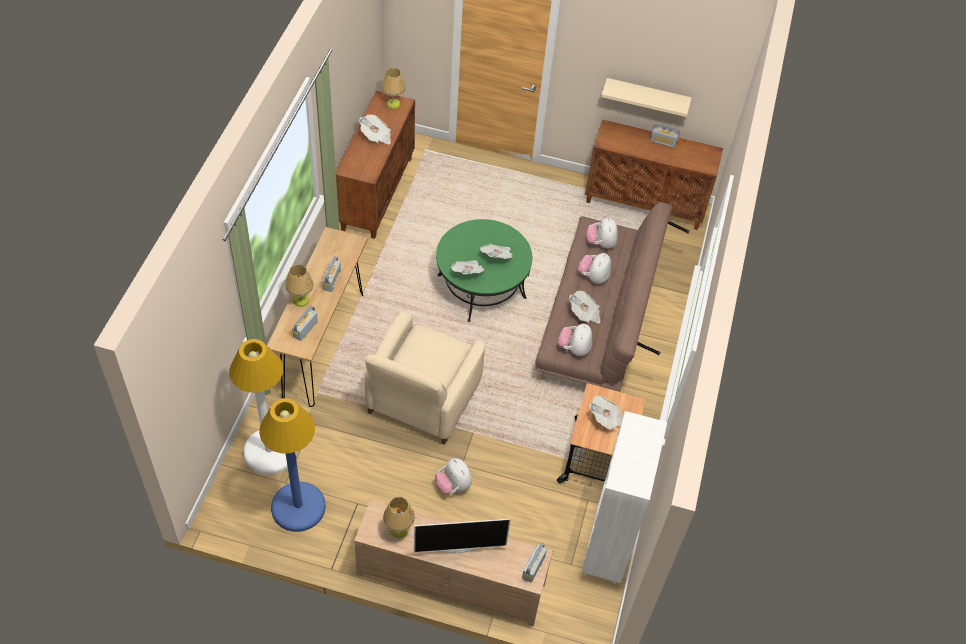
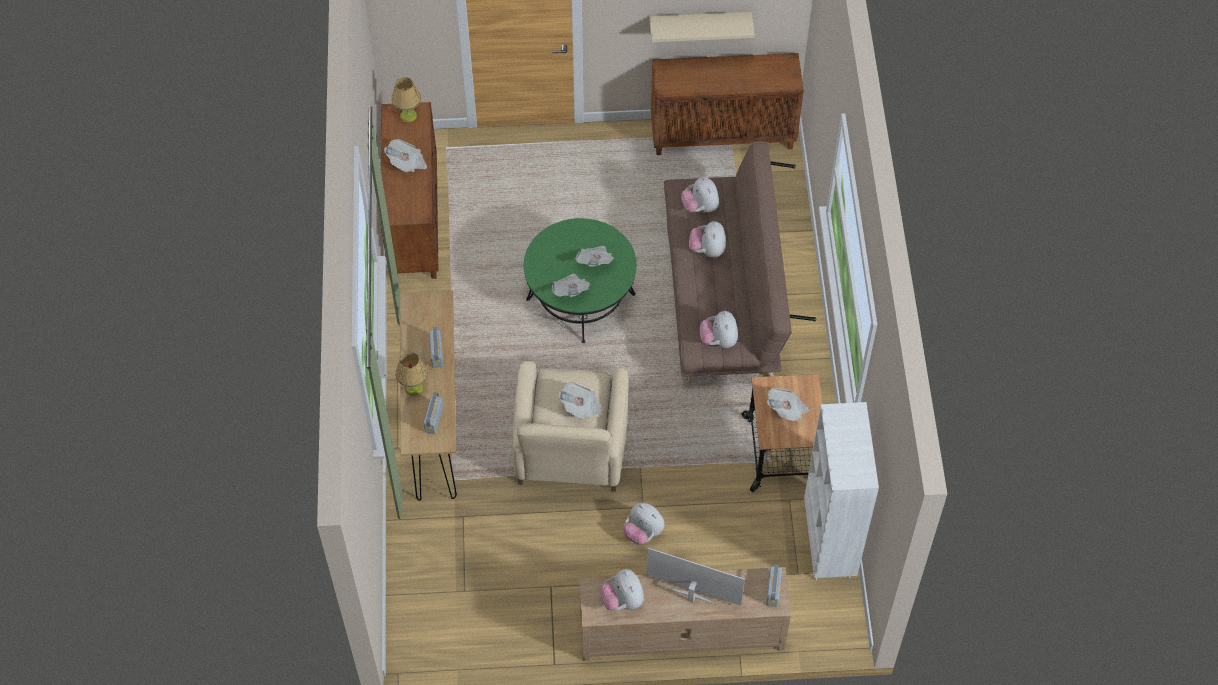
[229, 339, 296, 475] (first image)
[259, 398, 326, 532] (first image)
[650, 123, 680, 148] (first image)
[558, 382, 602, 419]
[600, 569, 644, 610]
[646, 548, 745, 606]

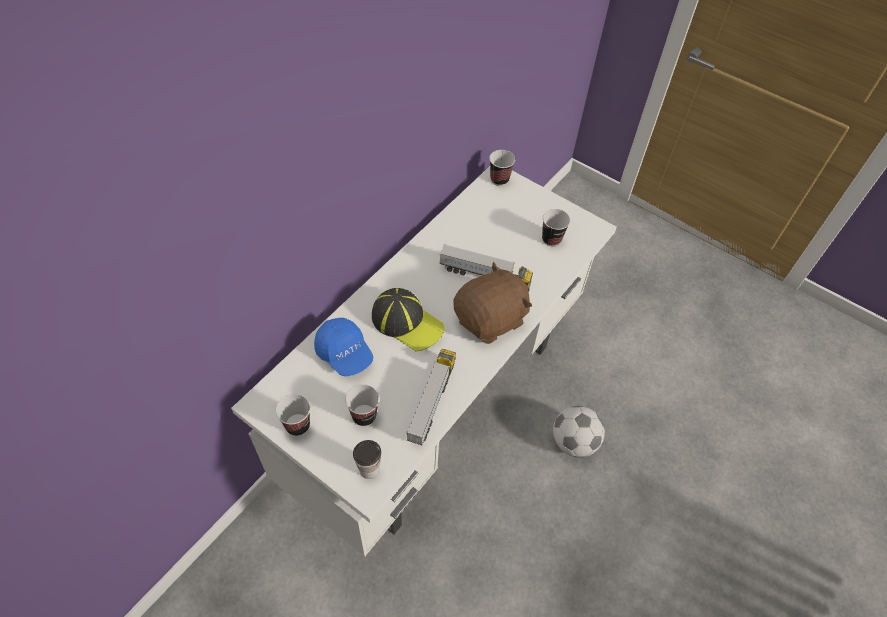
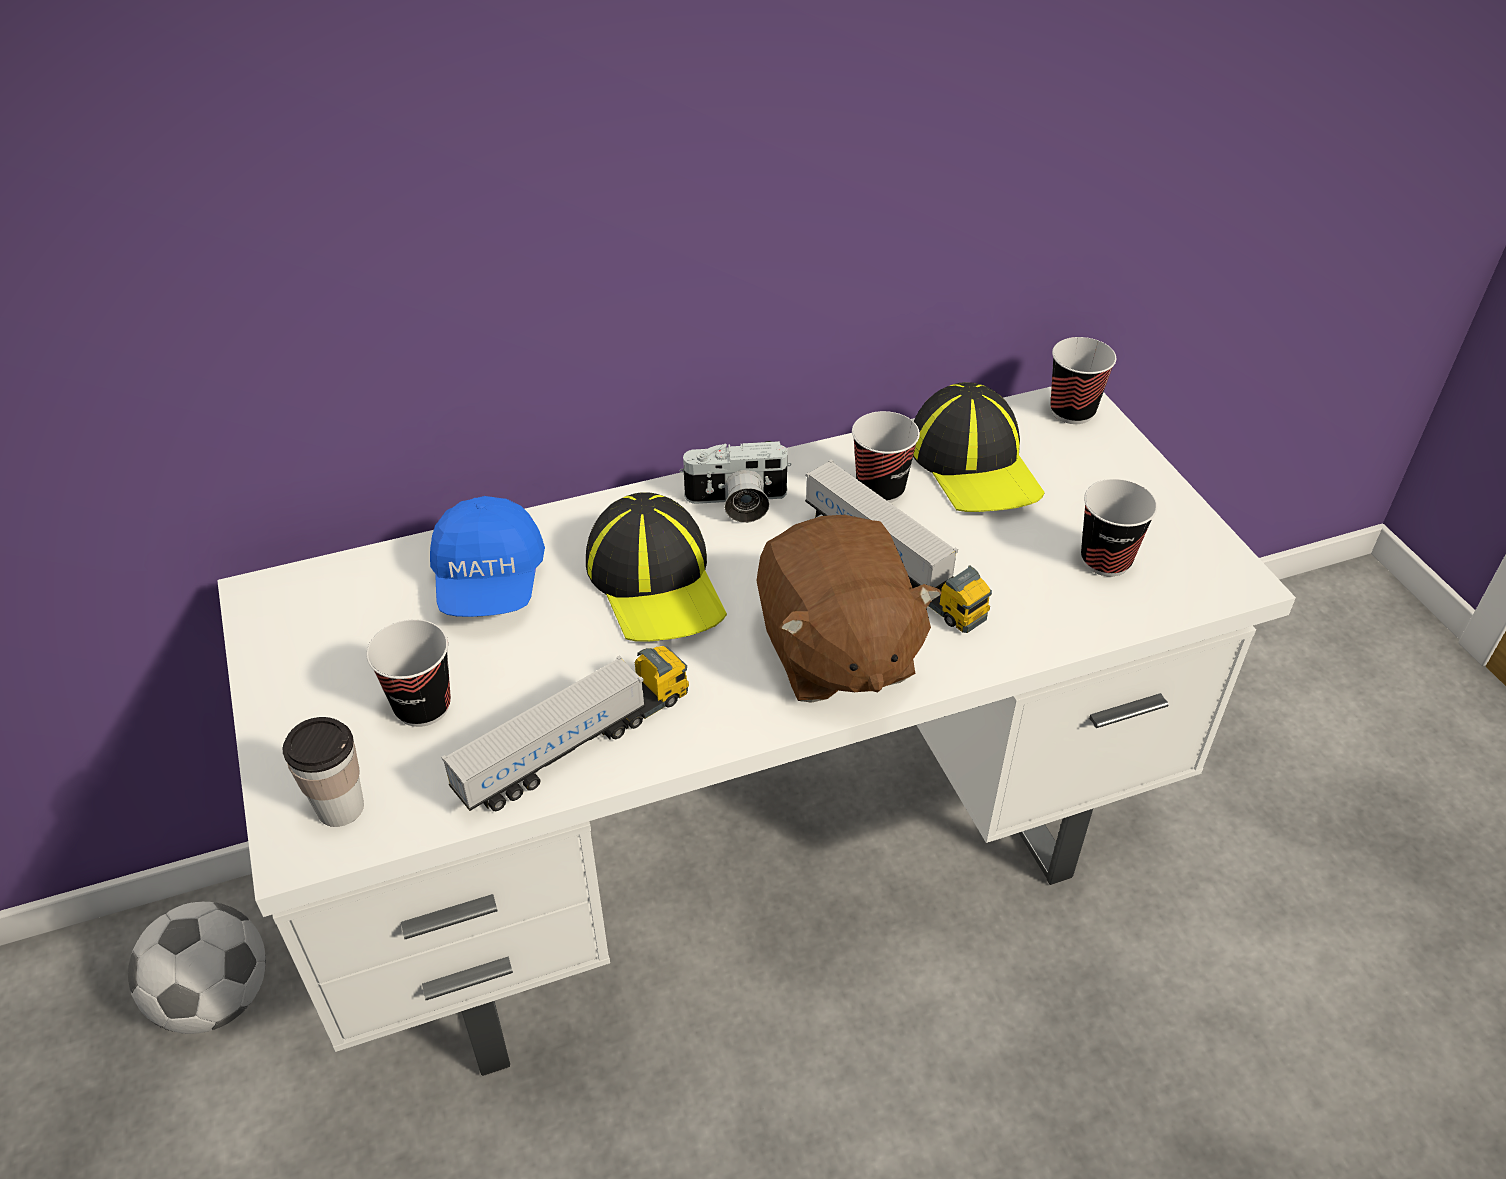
[679, 441, 791, 523]
[913, 382, 1045, 512]
[852, 411, 920, 503]
[128, 902, 266, 1034]
[757, 515, 942, 703]

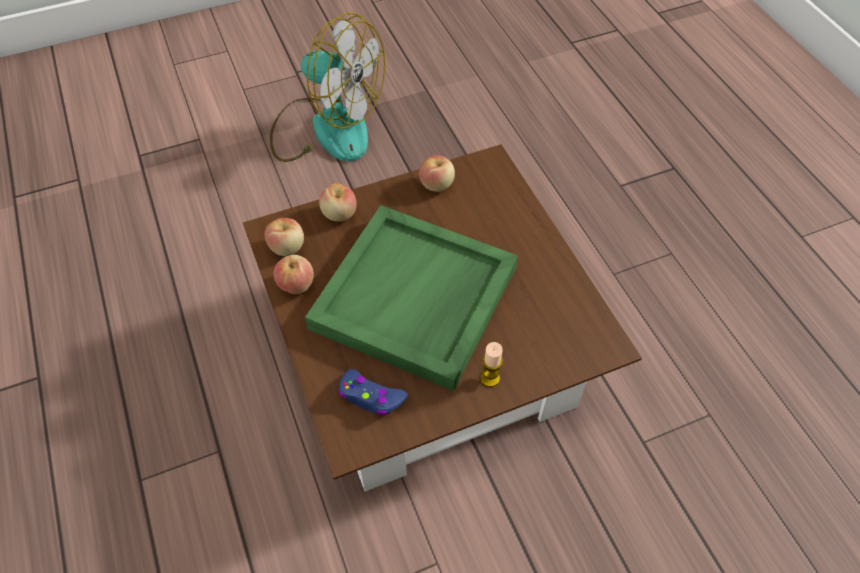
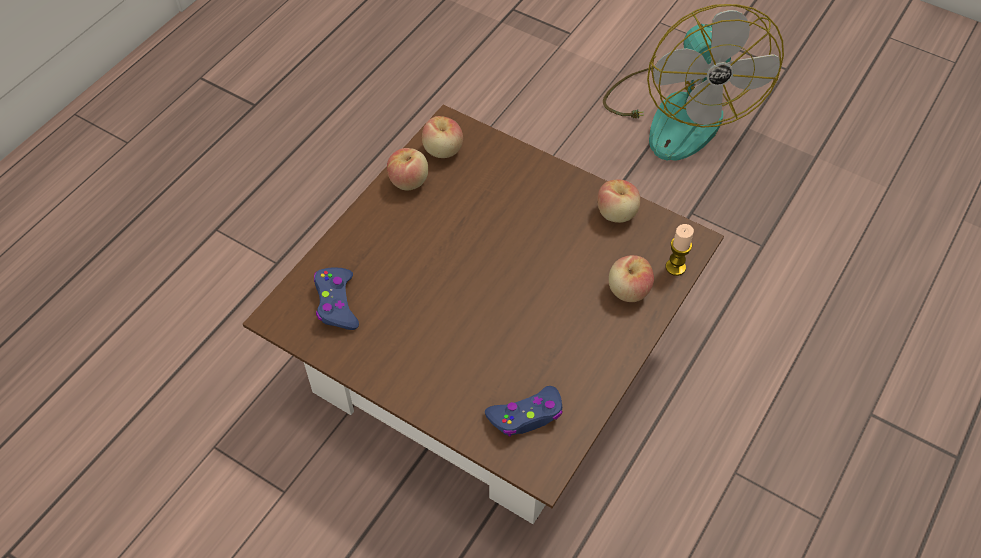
[305, 205, 518, 391] (first image)
[485, 386, 563, 437]
[609, 255, 654, 302]
[666, 224, 694, 276]

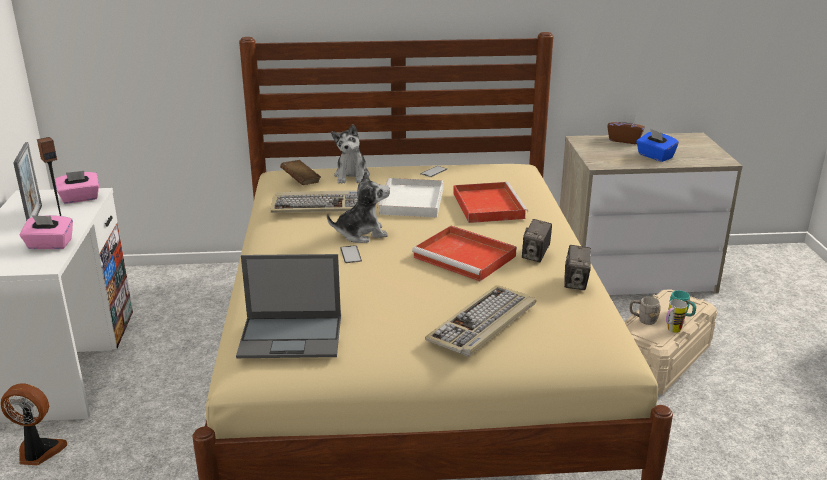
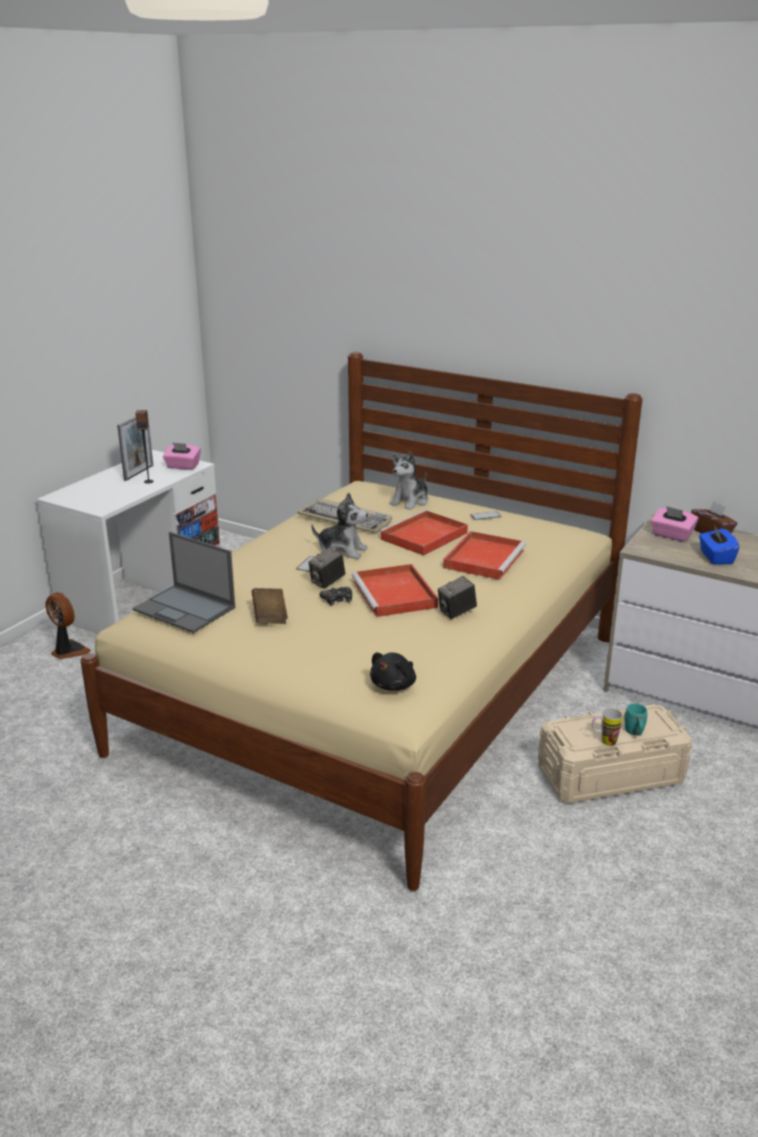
[425, 285, 536, 357] (first image)
[629, 297, 661, 325] (first image)
[319, 587, 352, 606]
[370, 652, 416, 691]
[651, 506, 698, 542]
[252, 588, 288, 624]
[308, 547, 345, 589]
[379, 510, 468, 556]

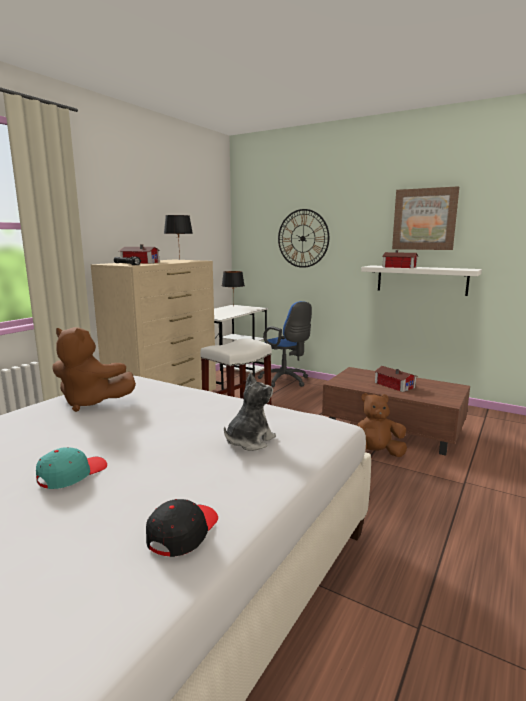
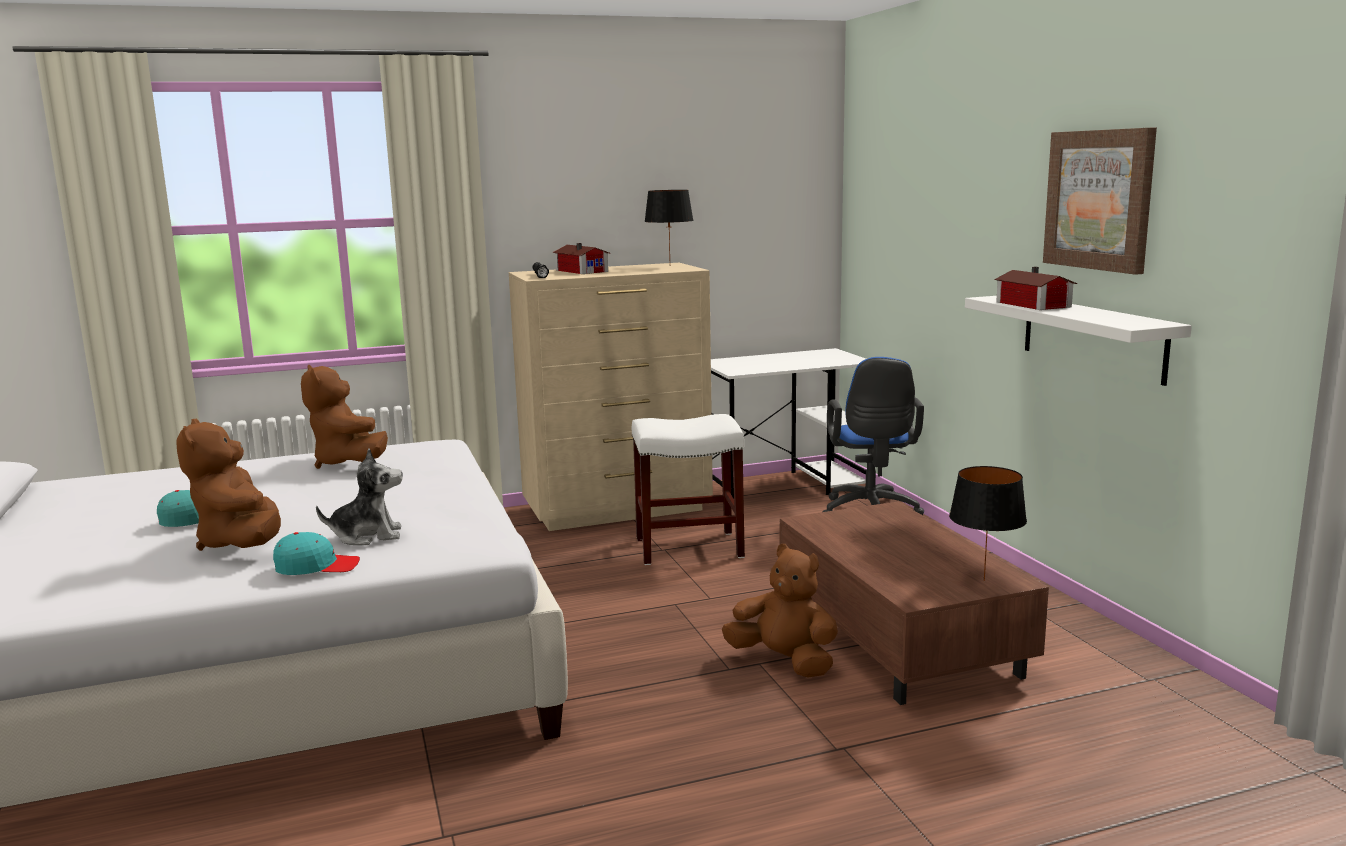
[146, 499, 218, 557] (first image)
[278, 209, 329, 268] (first image)
[374, 366, 418, 392] (first image)
[177, 419, 281, 551]
[273, 532, 360, 575]
[949, 466, 1027, 581]

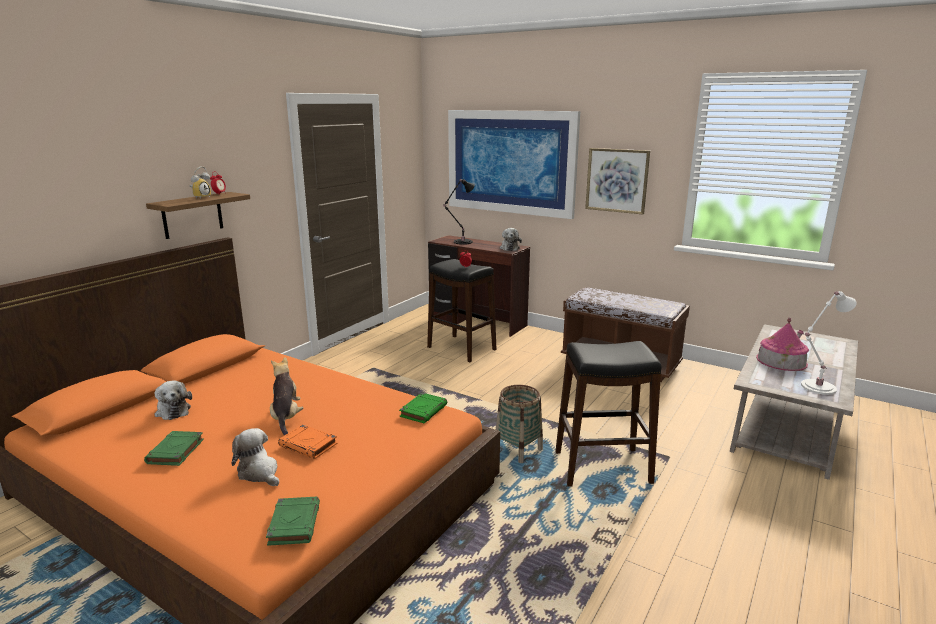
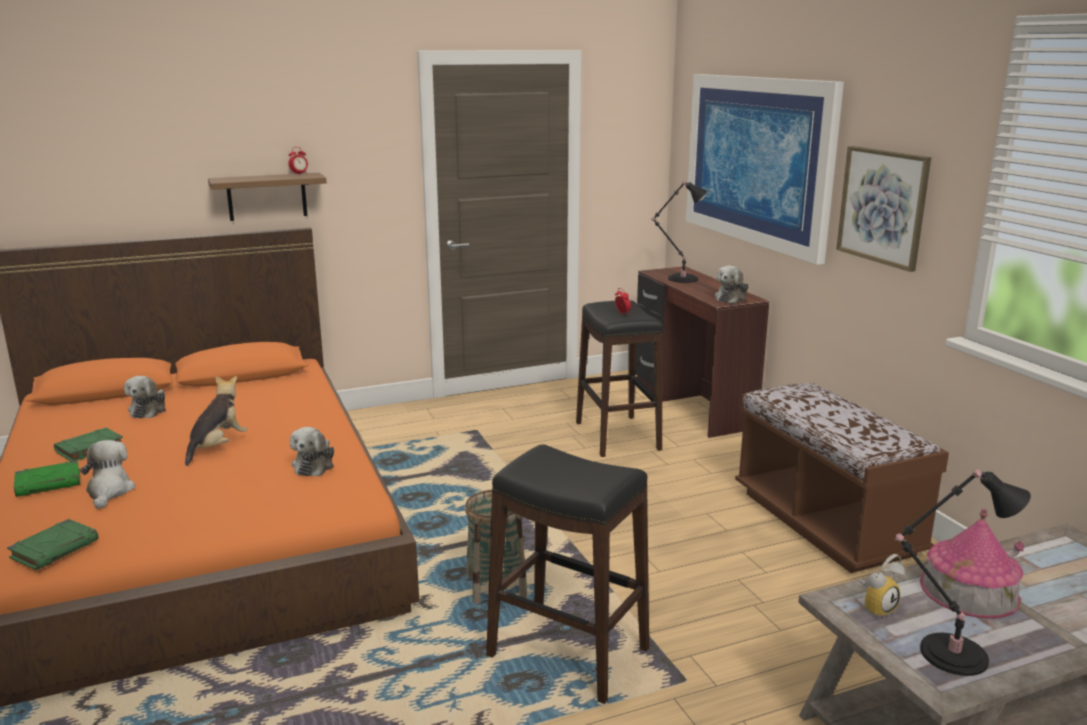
[278, 424, 338, 459] (first image)
[290, 427, 334, 476]
[859, 554, 905, 619]
[14, 460, 80, 497]
[894, 469, 1031, 676]

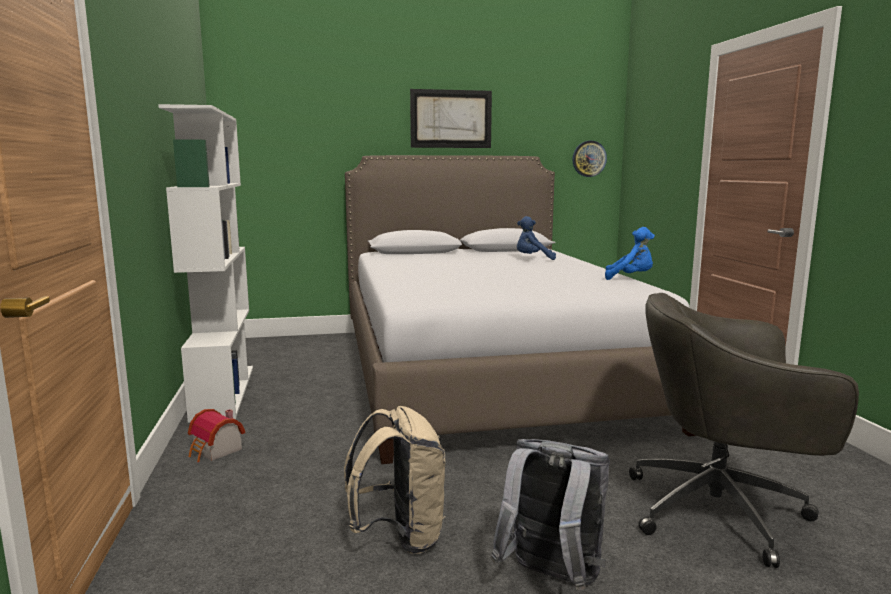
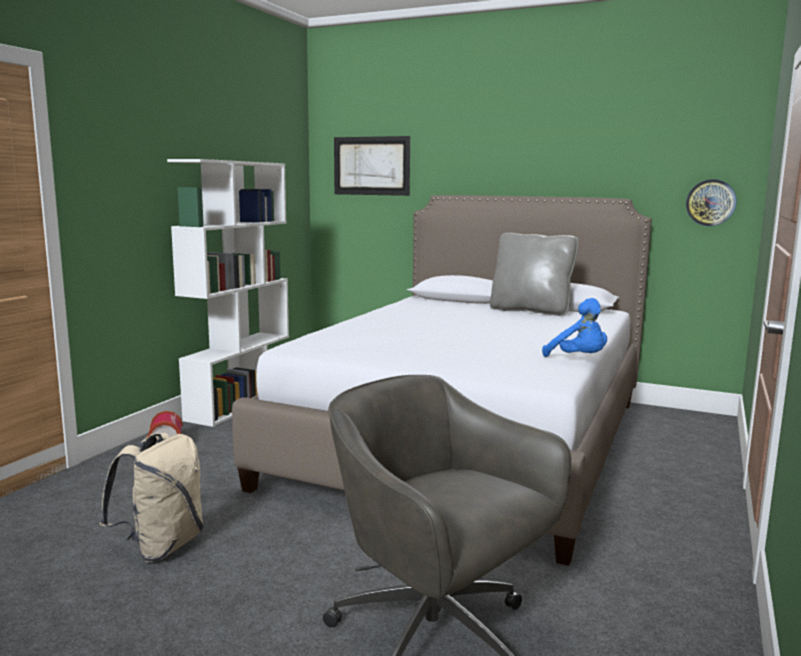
[491, 439, 610, 590] (first image)
[517, 216, 556, 260] (first image)
[490, 232, 578, 316]
[334, 136, 410, 196]

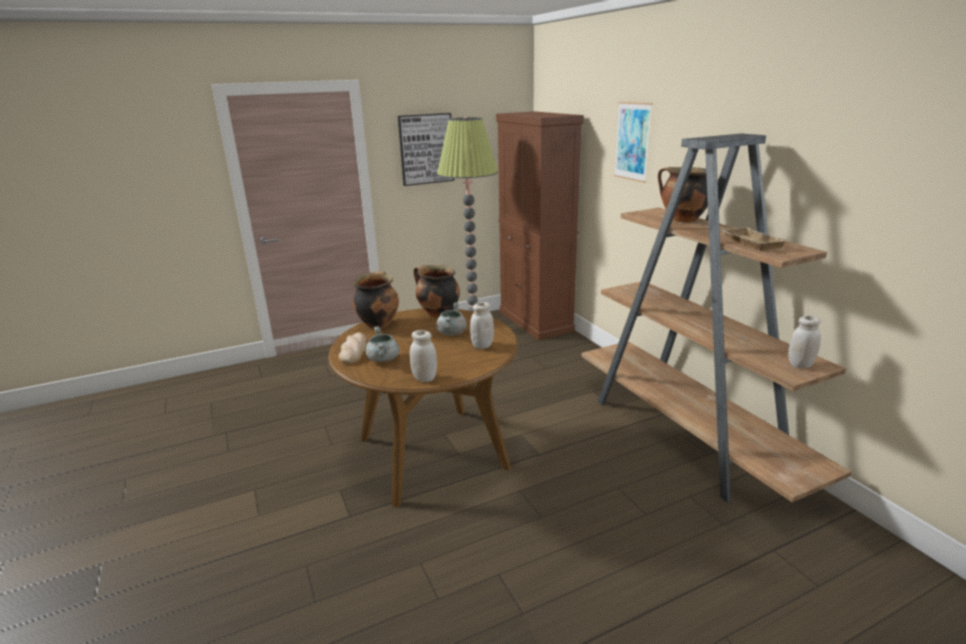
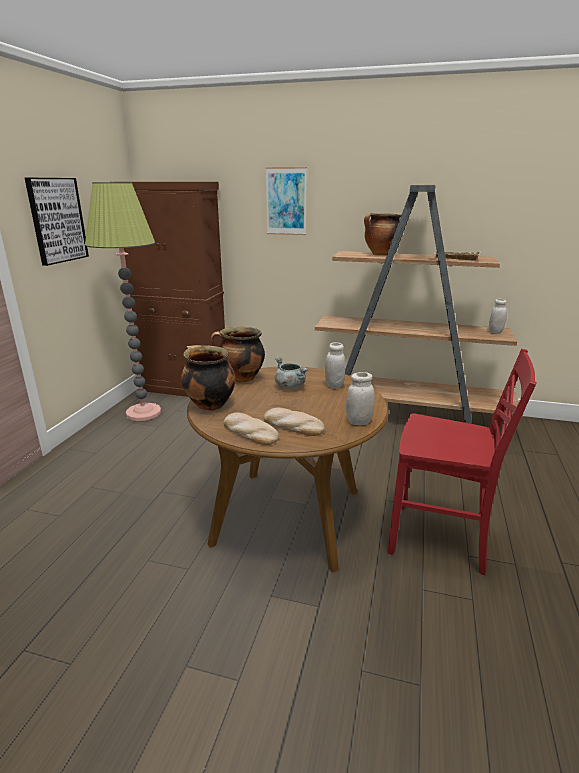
[388, 349, 537, 575]
[263, 408, 325, 436]

